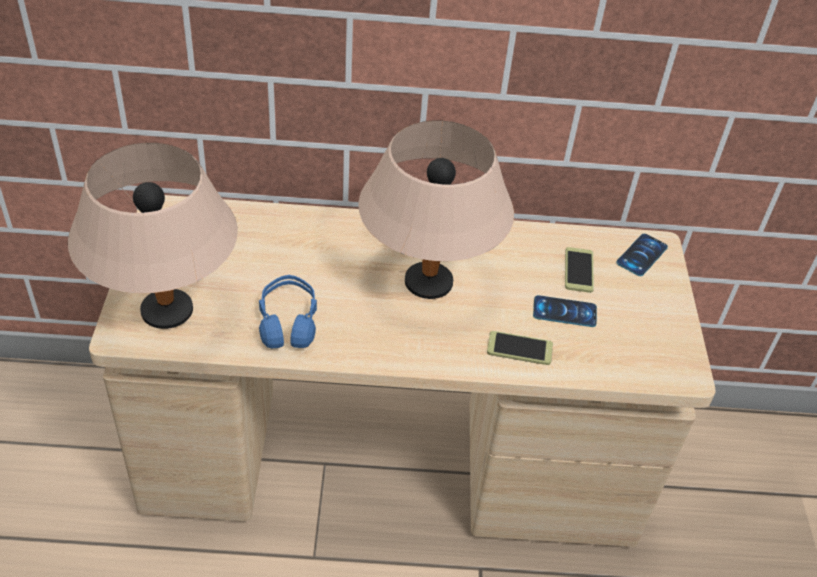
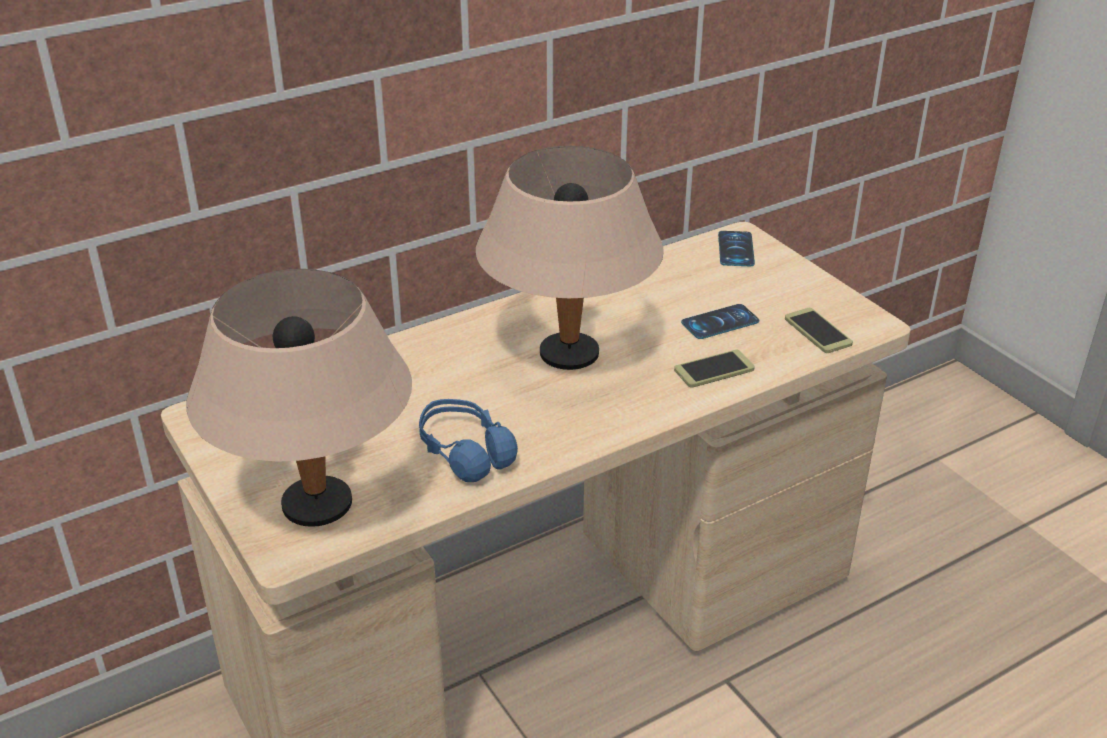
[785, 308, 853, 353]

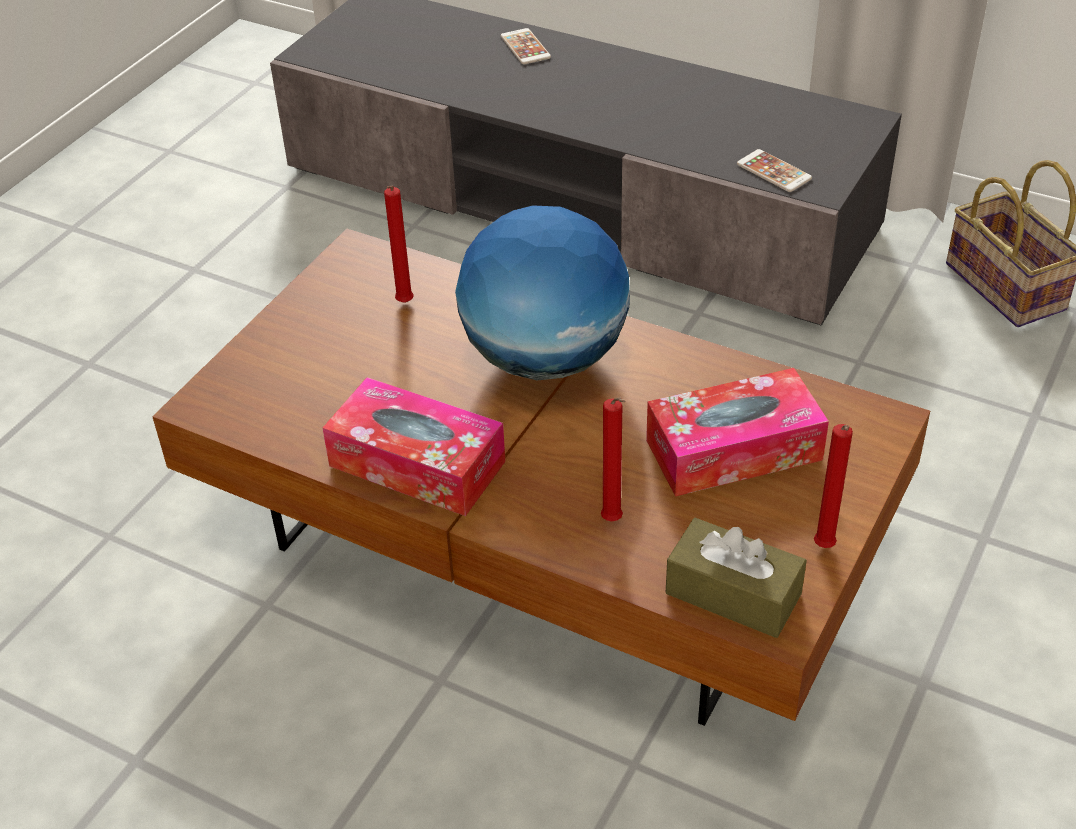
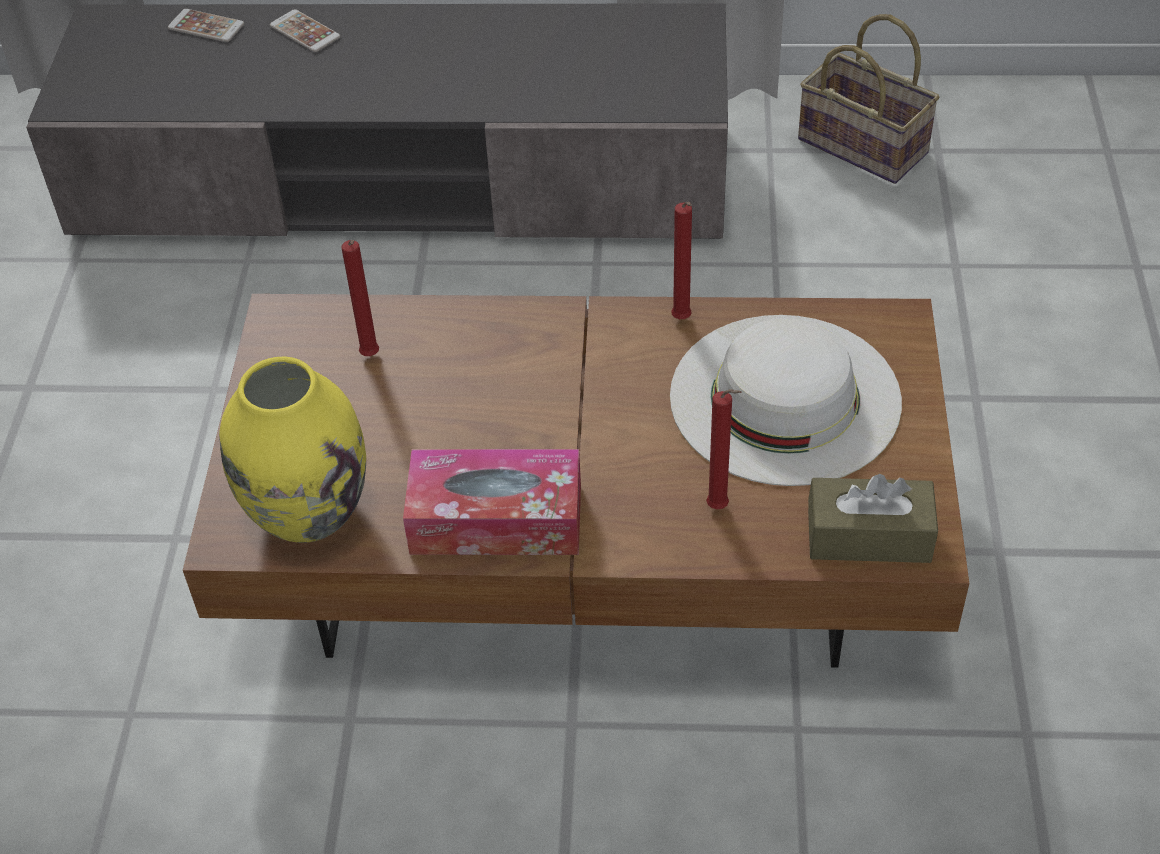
[455, 205, 630, 380] (first image)
[219, 357, 366, 543]
[168, 9, 244, 42]
[671, 202, 692, 319]
[670, 315, 902, 486]

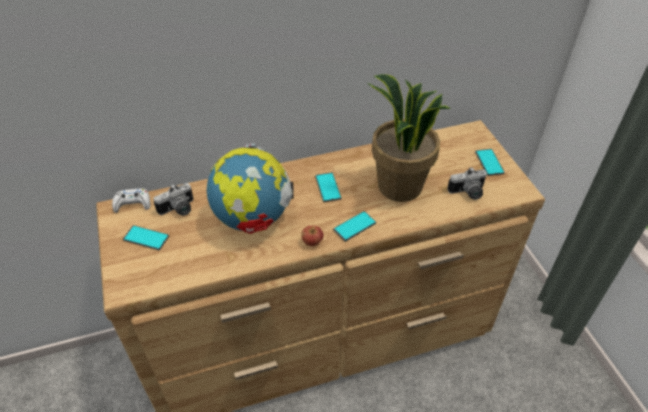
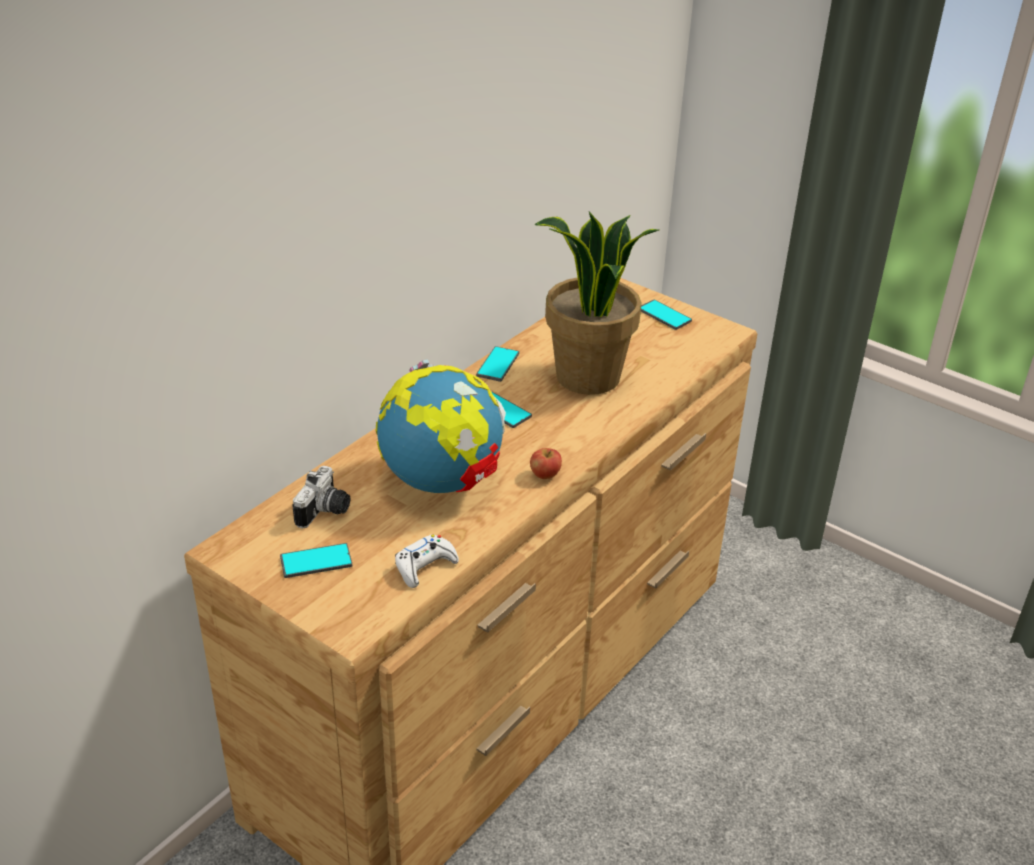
[447, 167, 487, 200] (first image)
[395, 535, 459, 588]
[476, 346, 519, 382]

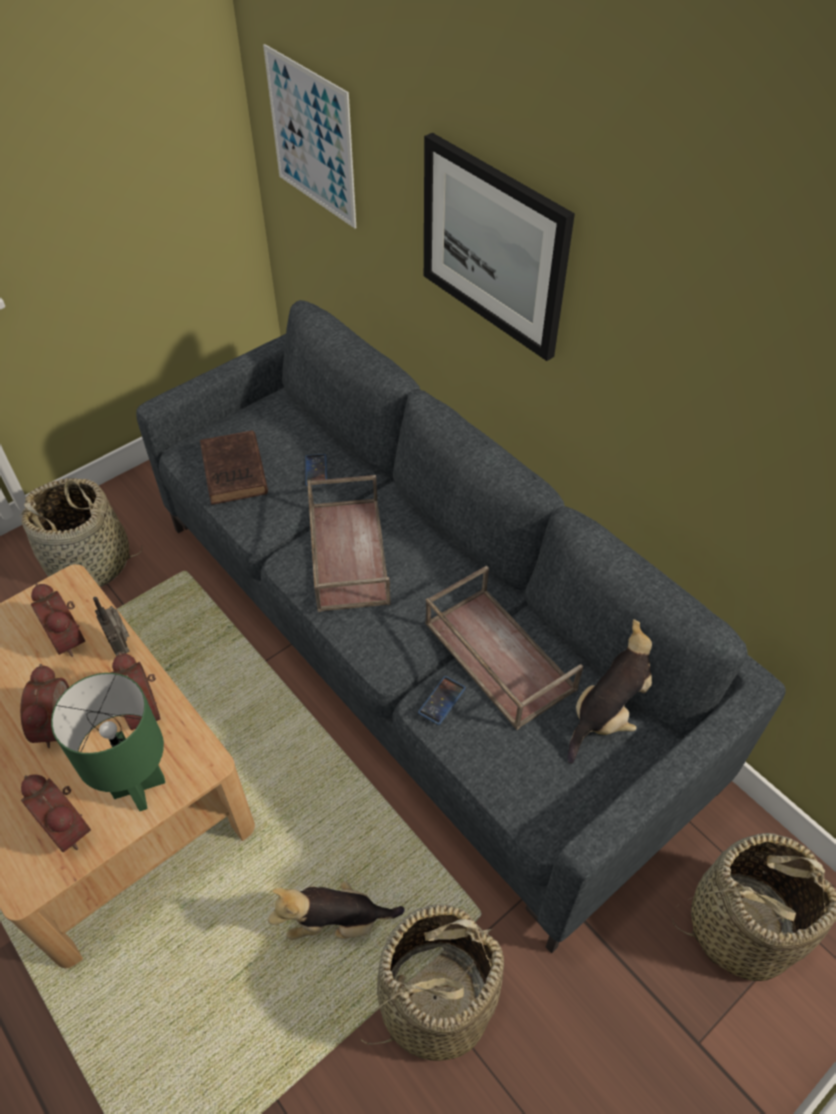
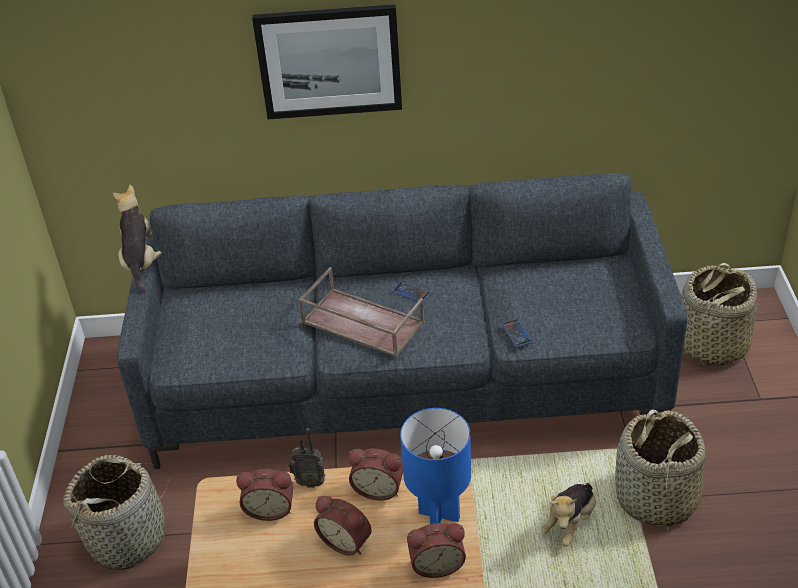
[200, 430, 268, 505] (first image)
[263, 44, 356, 229] (first image)
[425, 566, 583, 730] (first image)
[392, 281, 431, 302]
[113, 185, 162, 294]
[400, 408, 471, 524]

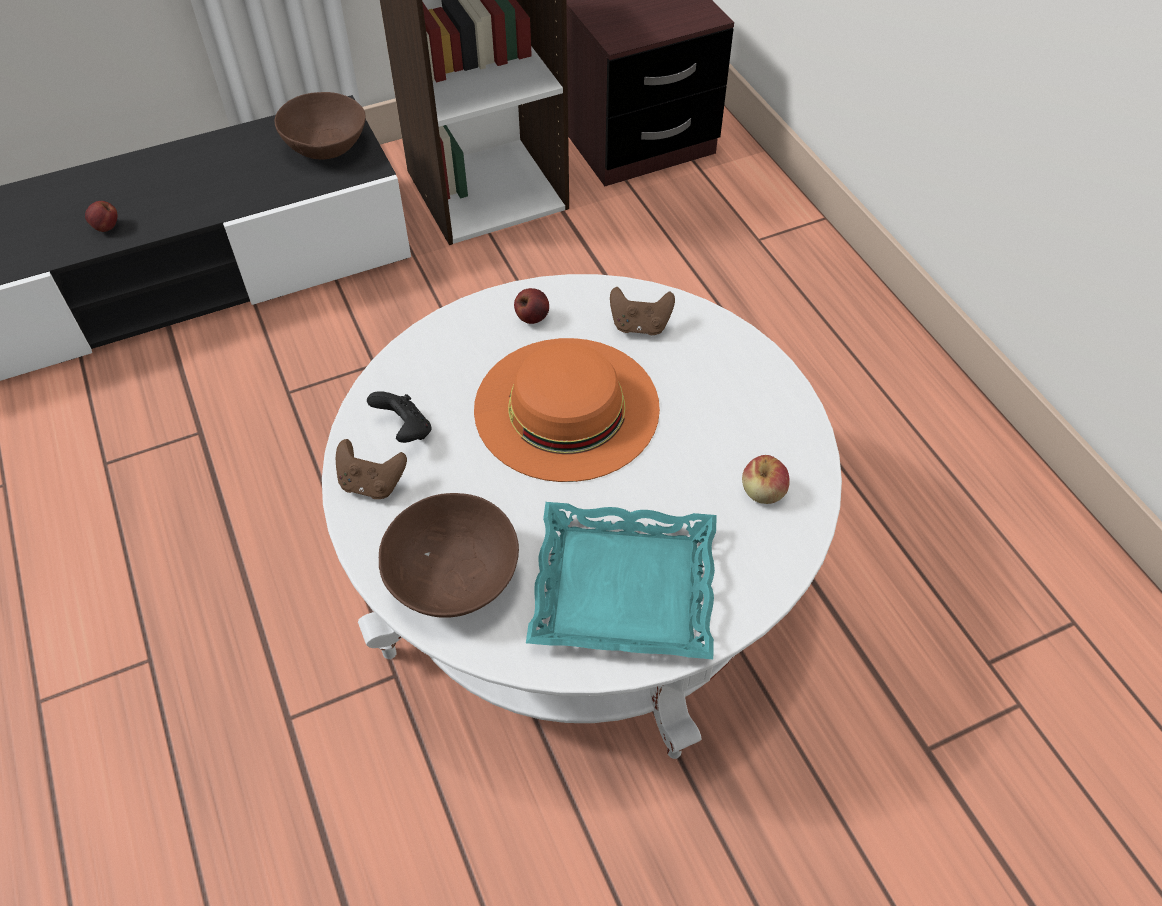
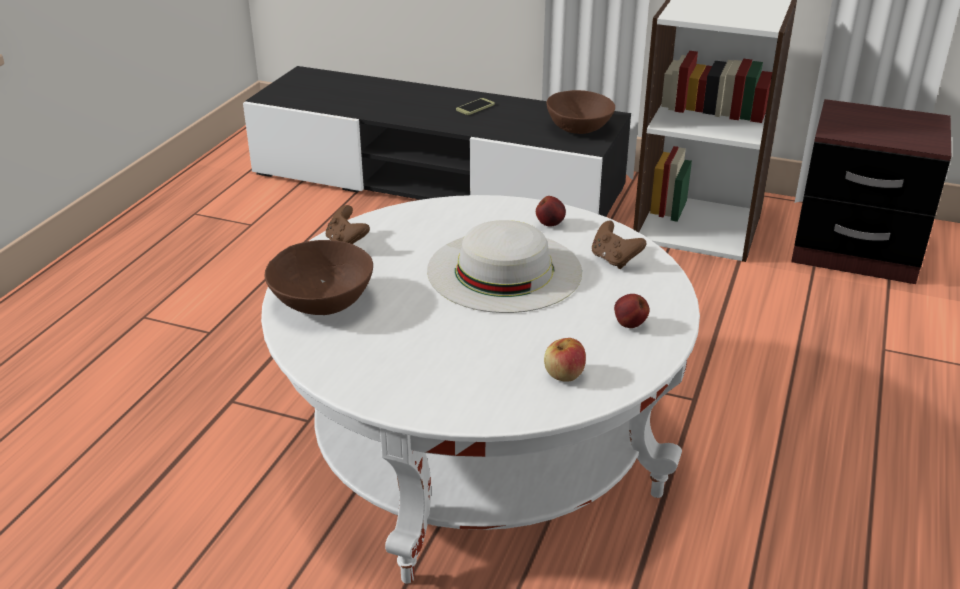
[367, 391, 432, 443] (first image)
[526, 502, 717, 659] (first image)
[456, 98, 495, 115]
[614, 294, 649, 328]
[427, 220, 582, 313]

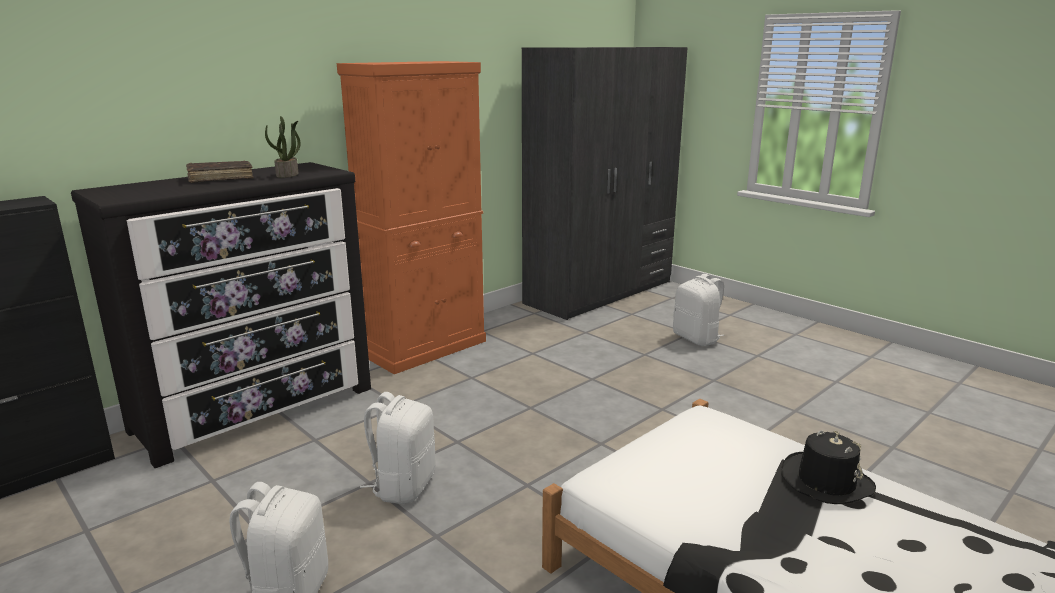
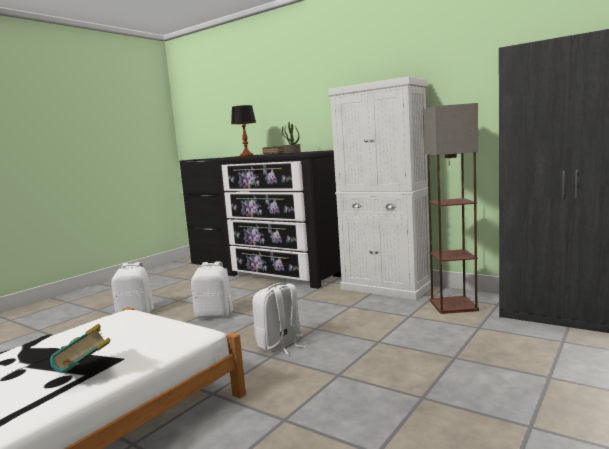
[231, 105, 256, 156]
[424, 103, 479, 314]
[252, 283, 306, 354]
[50, 324, 110, 373]
[328, 76, 431, 300]

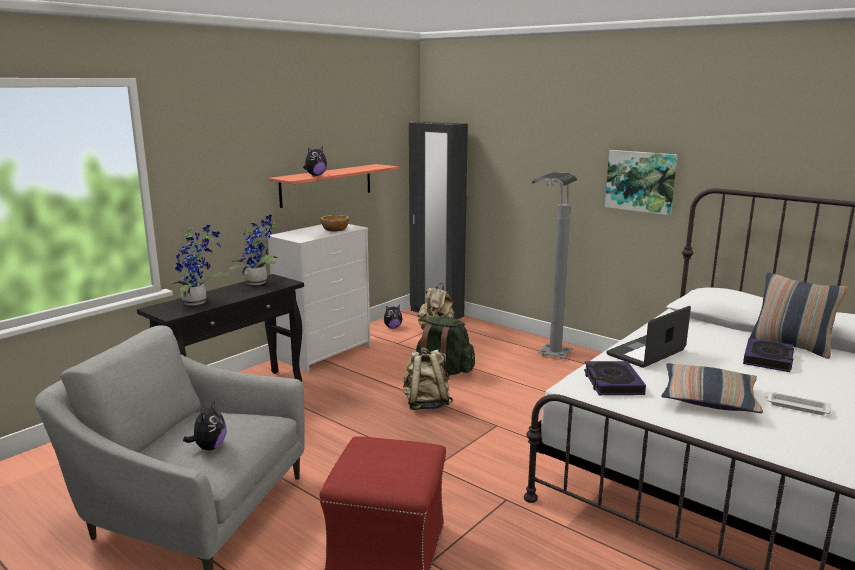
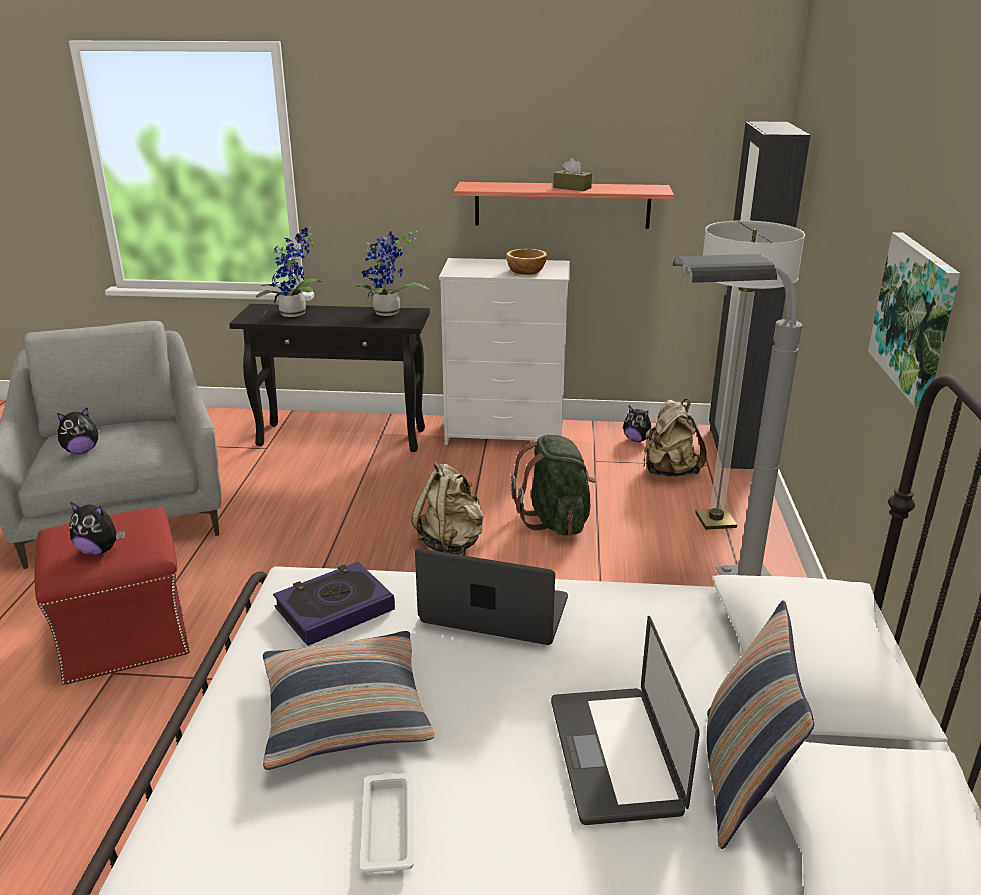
[553, 158, 592, 191]
[695, 220, 805, 530]
[69, 502, 125, 555]
[551, 616, 700, 825]

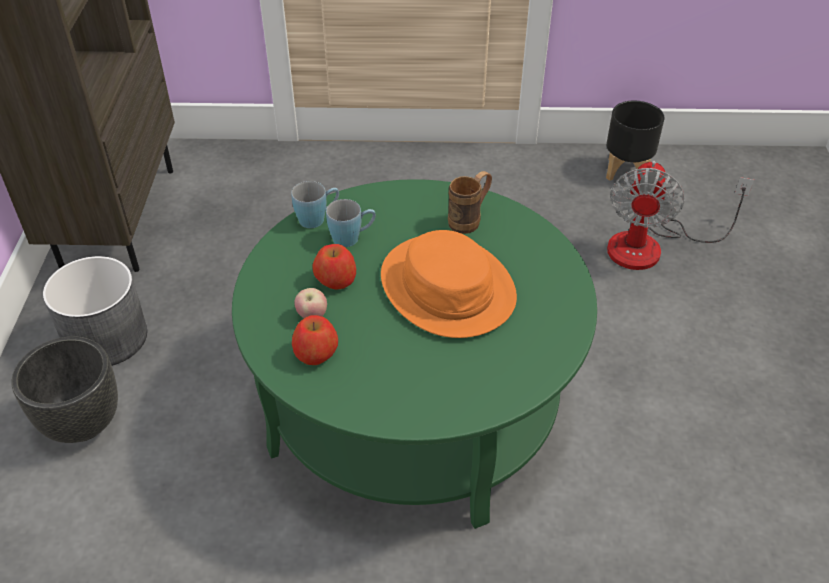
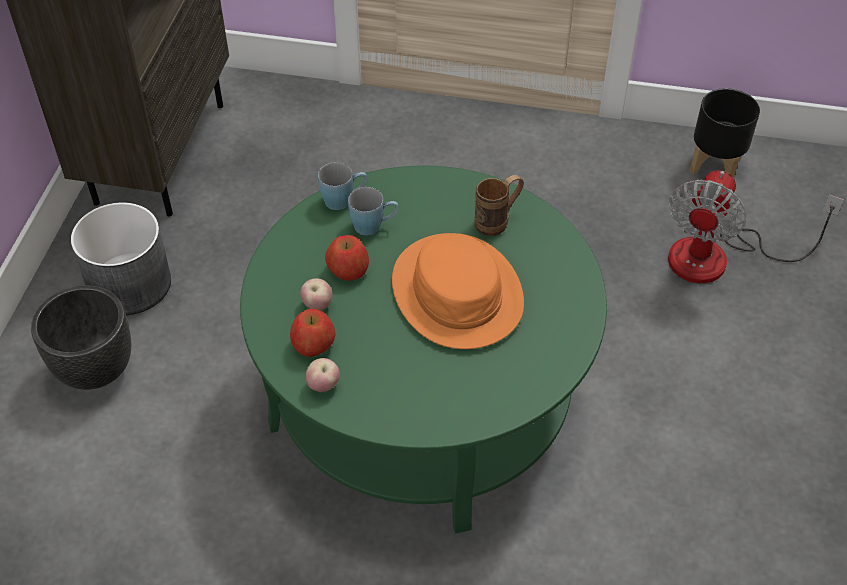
[306, 358, 340, 392]

